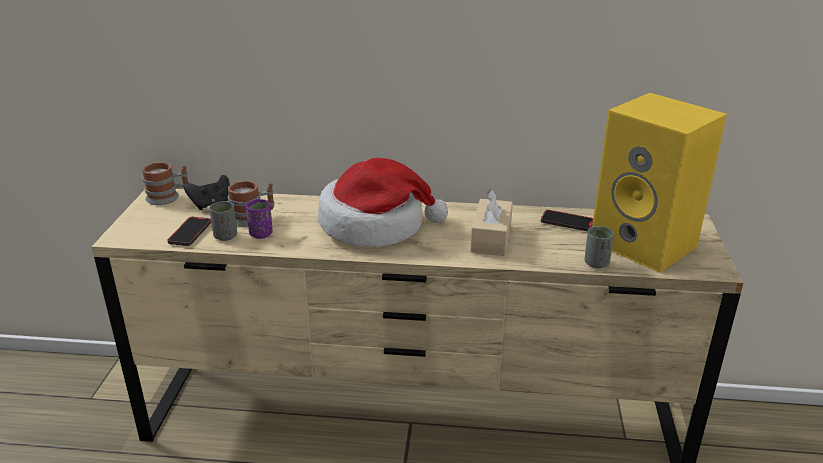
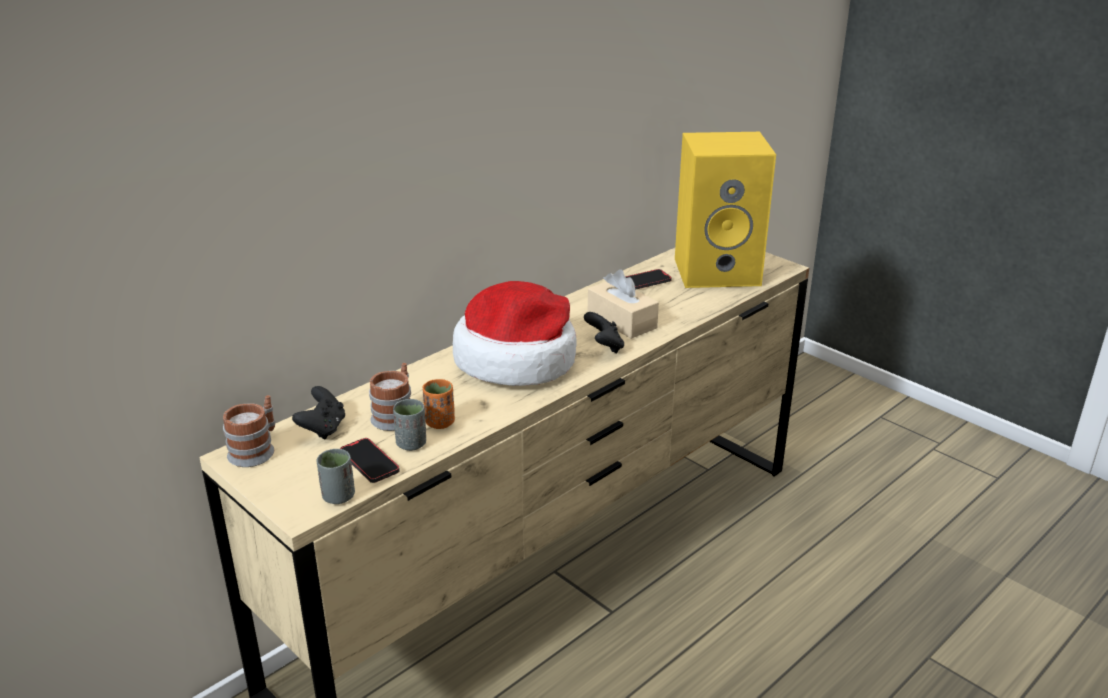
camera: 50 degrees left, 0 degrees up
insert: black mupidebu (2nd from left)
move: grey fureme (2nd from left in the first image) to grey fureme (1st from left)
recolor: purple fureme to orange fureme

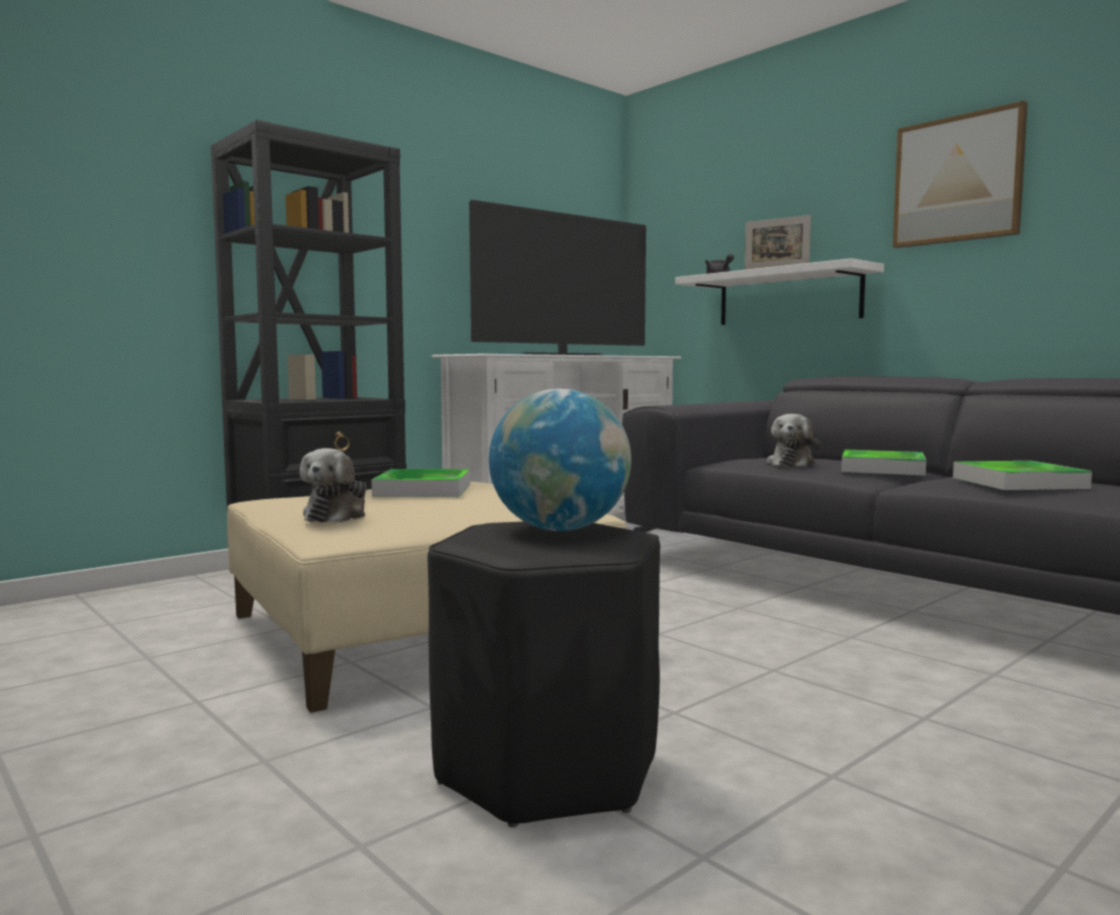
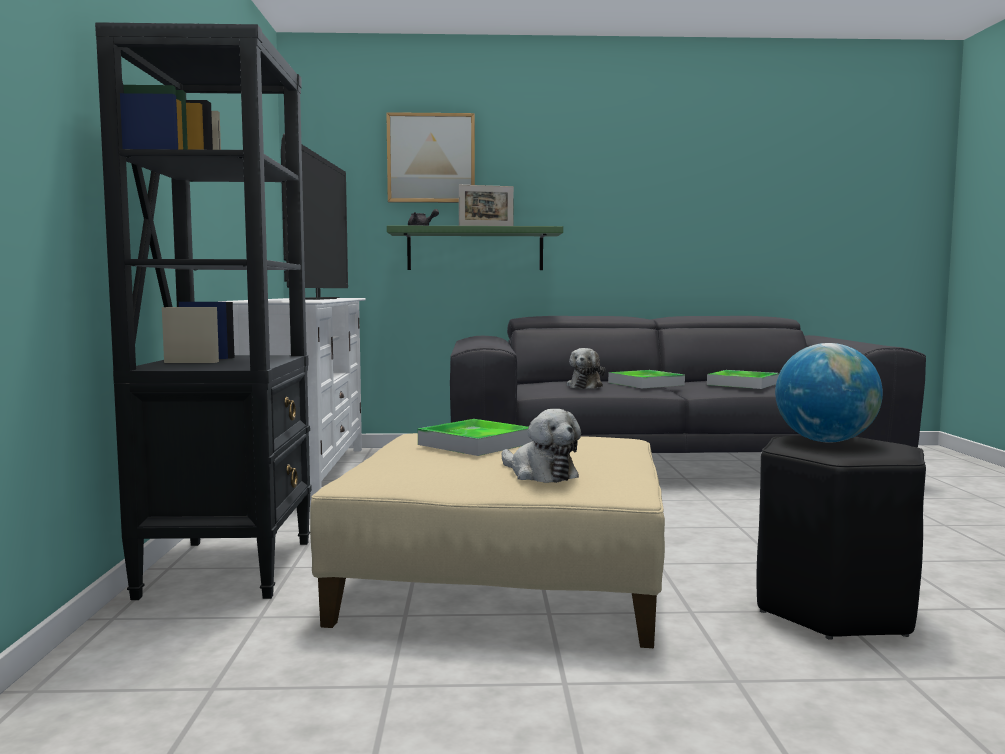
camera: 50 degrees left, 0 degrees up
move: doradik
recolor: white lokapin to green lokapin
rotate: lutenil (2nd from left) 45 degrees clockwise

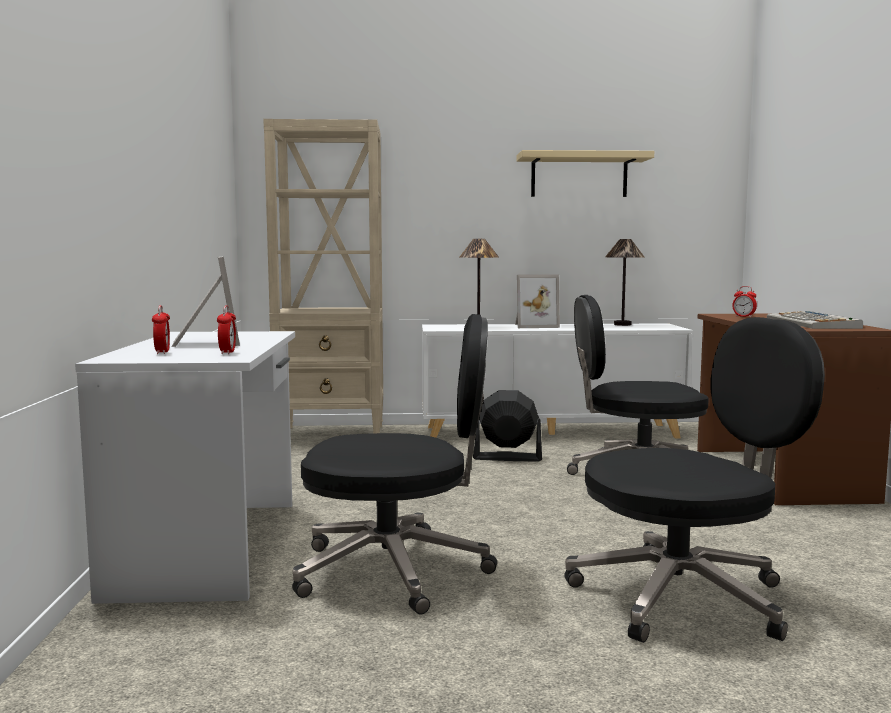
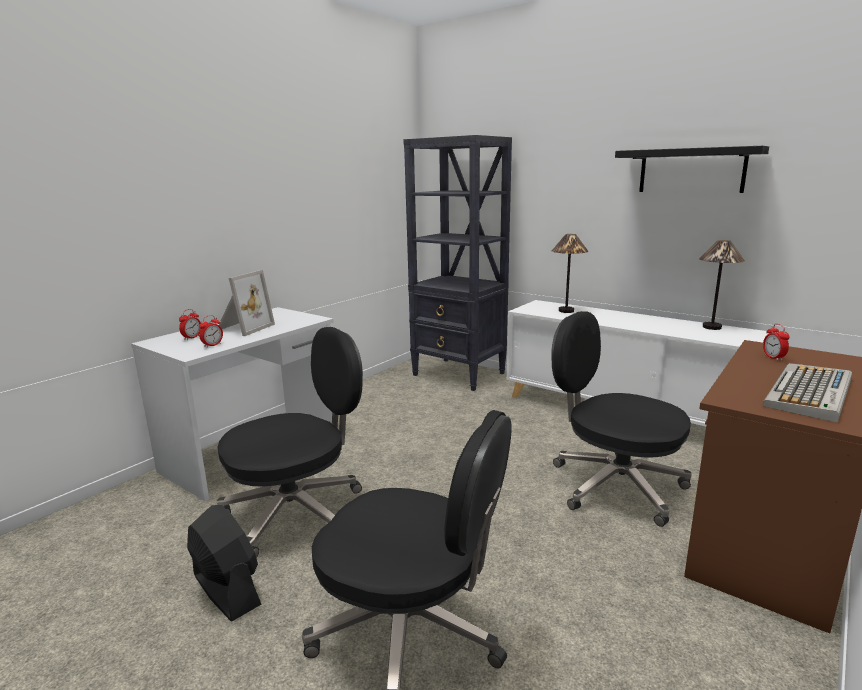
camera: 40 degrees right, 10 degrees up
delete: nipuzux (2nd from left)
move: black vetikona
recolor: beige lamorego to black lamorego; beige lokapin to black lokapin
rotate: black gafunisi (1st from left) 75 degrees counterclockwise

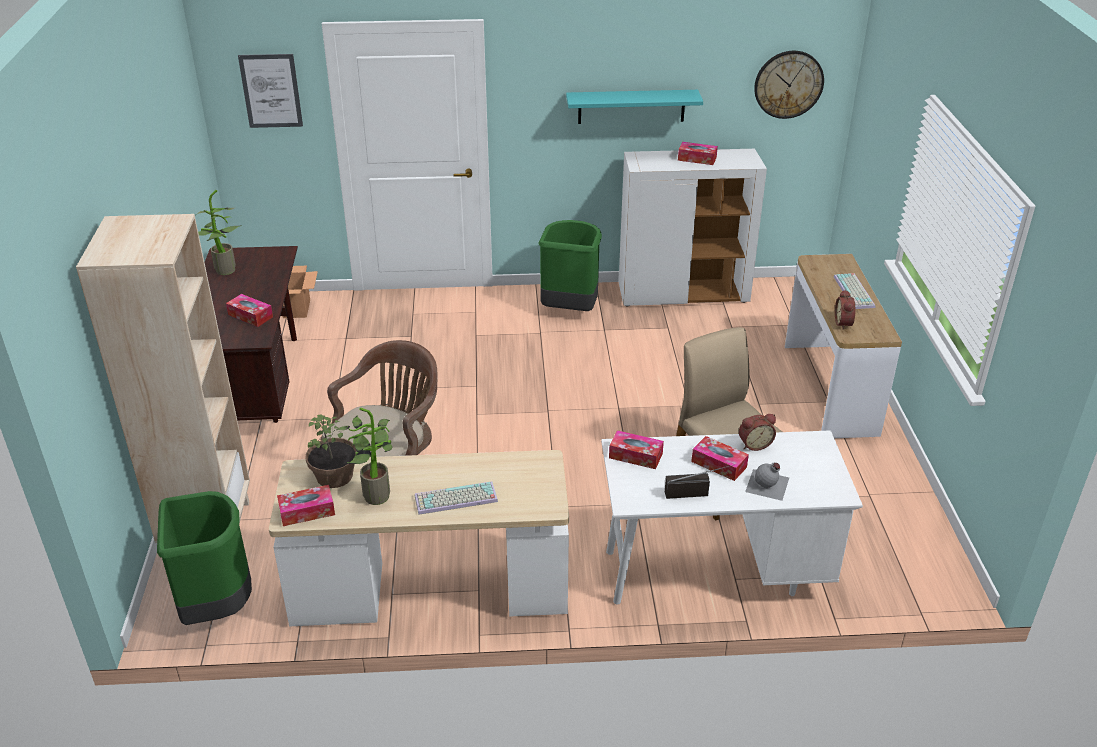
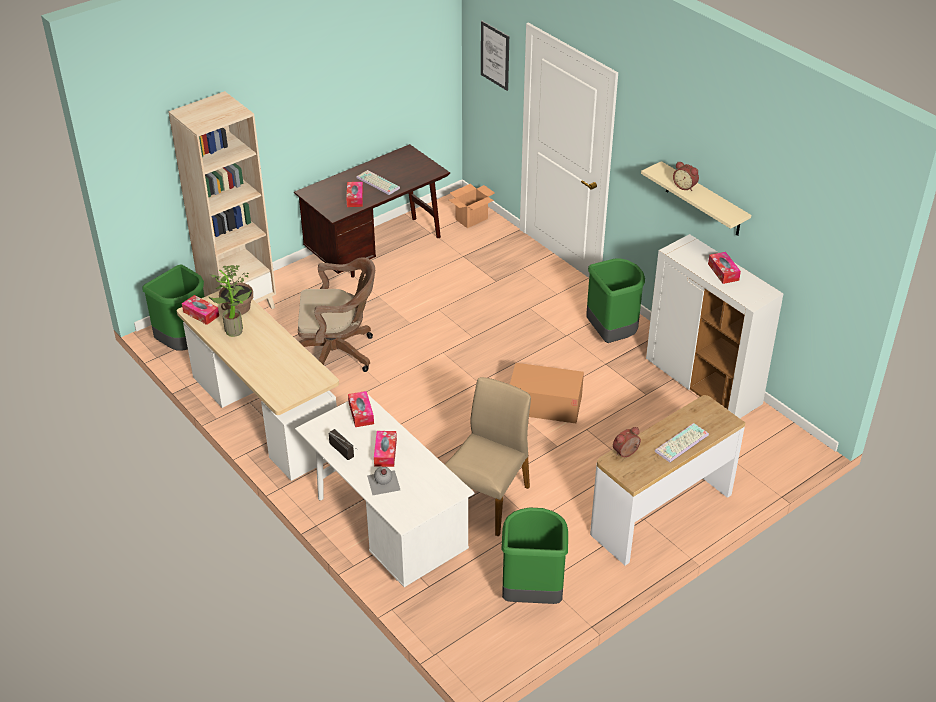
camera: 55 degrees right, 5 degrees up
delete: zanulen (1st from left); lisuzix
insert: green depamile (2nd from left); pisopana (2nd from left)
move: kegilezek (1st from left); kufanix (1st from left in the first image) to kufanix (2nd from left)
recolor: turquoise lokapin to beige lokapin

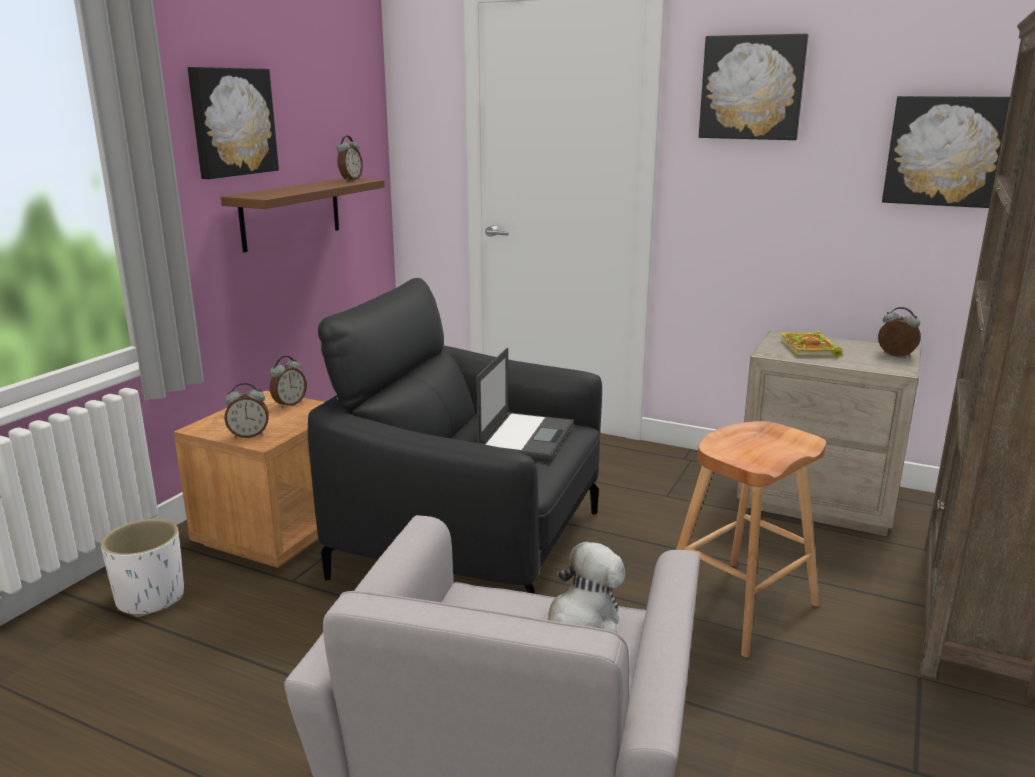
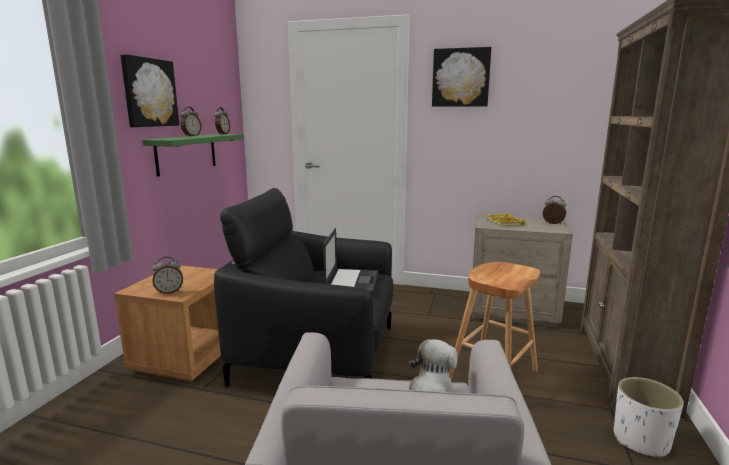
camera: 10 degrees left, 5 degrees down
delete: doradik (3rd from left)
move: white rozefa; kufanix (2nd from left)
recolor: brown lokapin to green lokapin

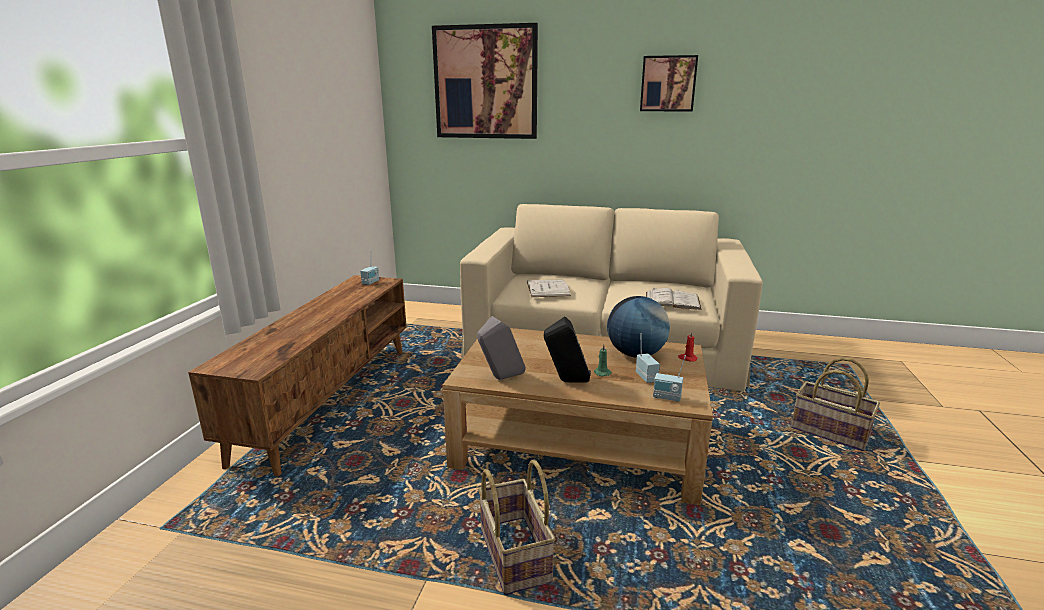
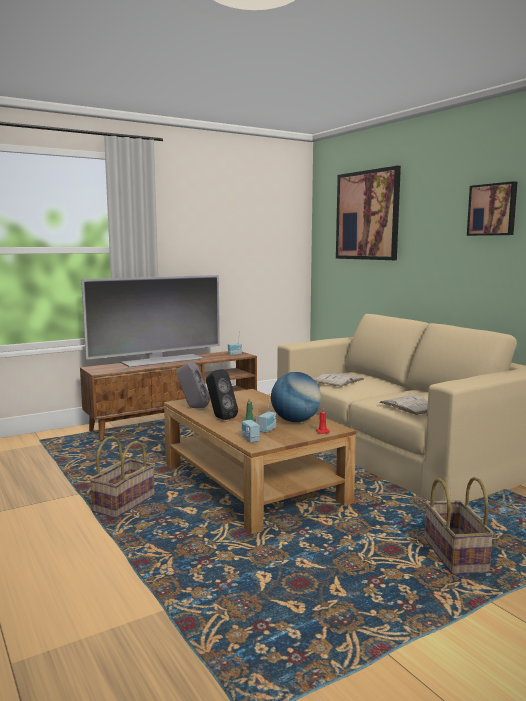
camera: 45 degrees right, 10 degrees down
insert: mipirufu

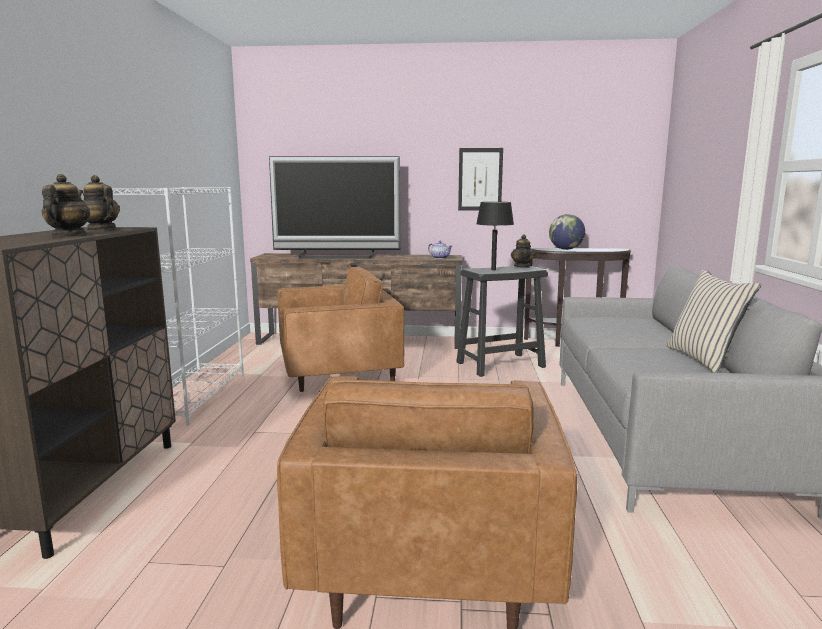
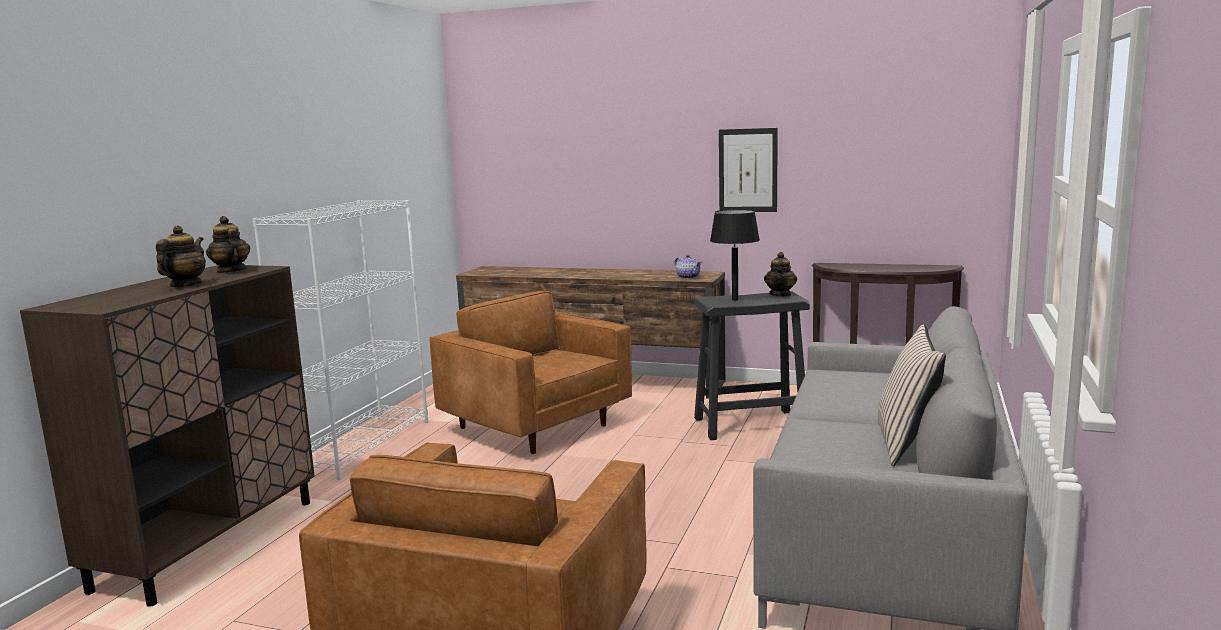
camera: 15 degrees right, 0 degrees up
delete: mipirufu; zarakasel
rotate: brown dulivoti (1st from left in the first image) 135 degrees counterclockwise

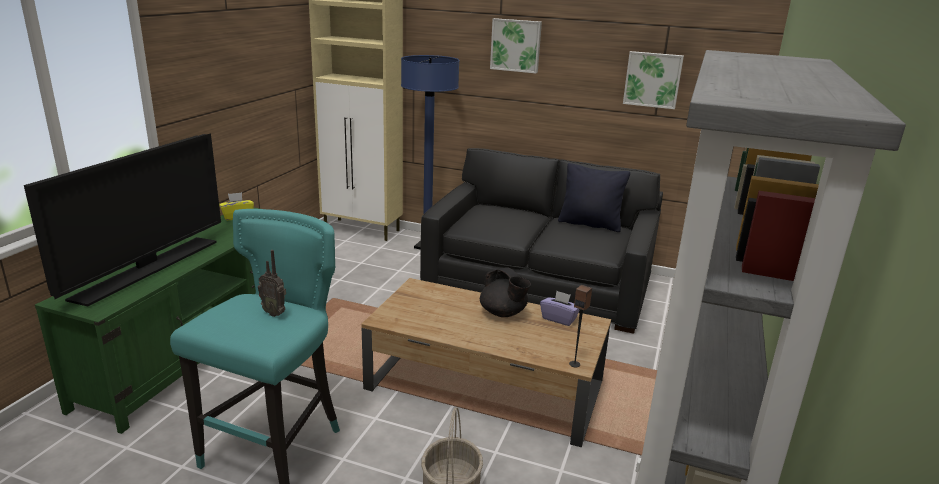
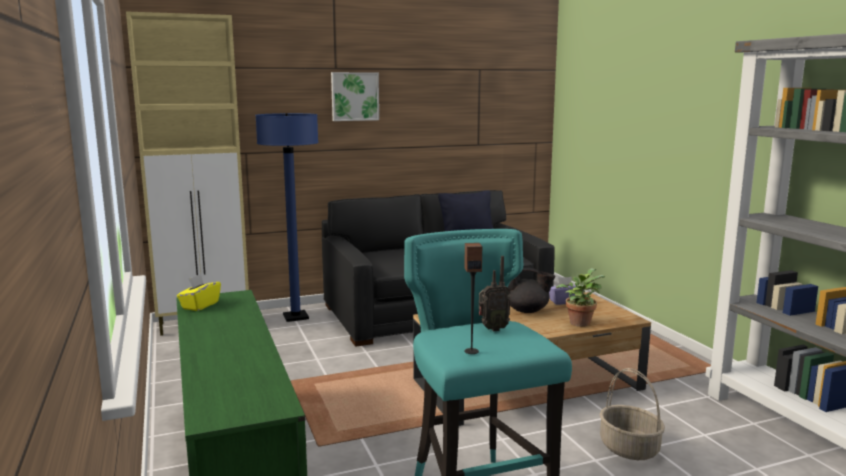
camera: 40 degrees left, 10 degrees down
delete: mipirufu; doradik (2nd from left)
insert: zanulen
move: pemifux

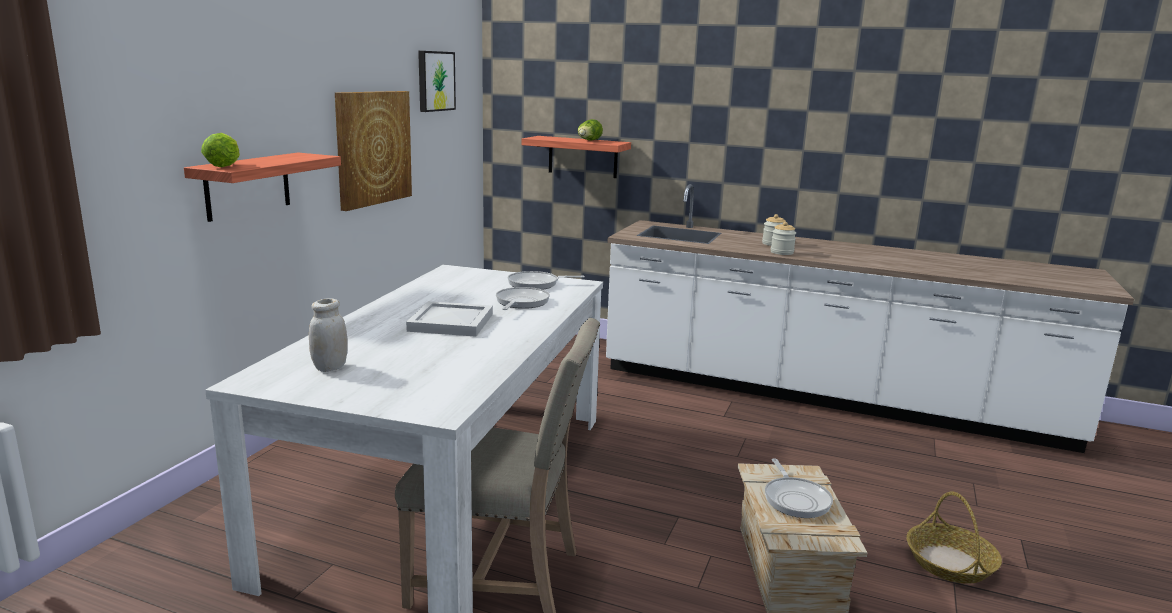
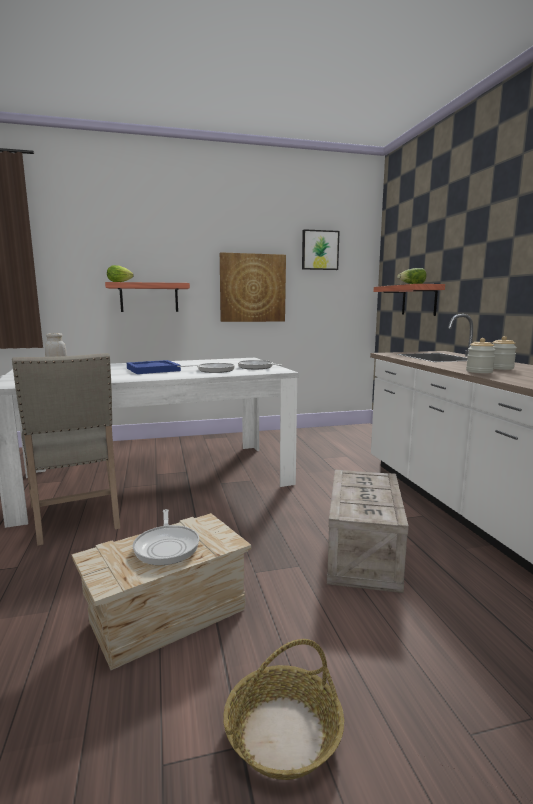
camera: 55 degrees right, 5 degrees down
insert: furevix (2nd from left)
recolor: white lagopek to blue lagopek
rotate: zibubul (3rd from left in the first image) 60 degrees counterclockwise

